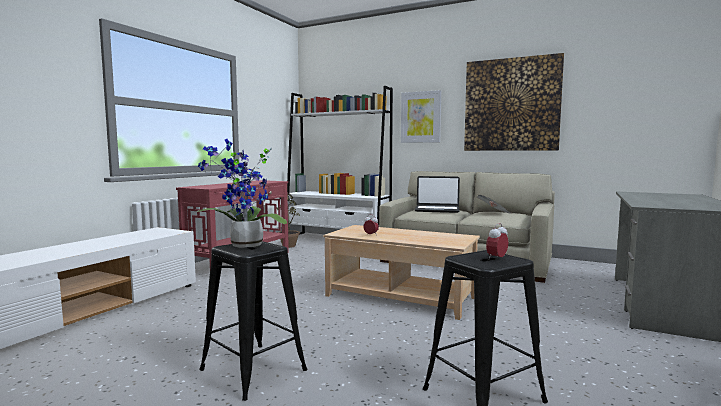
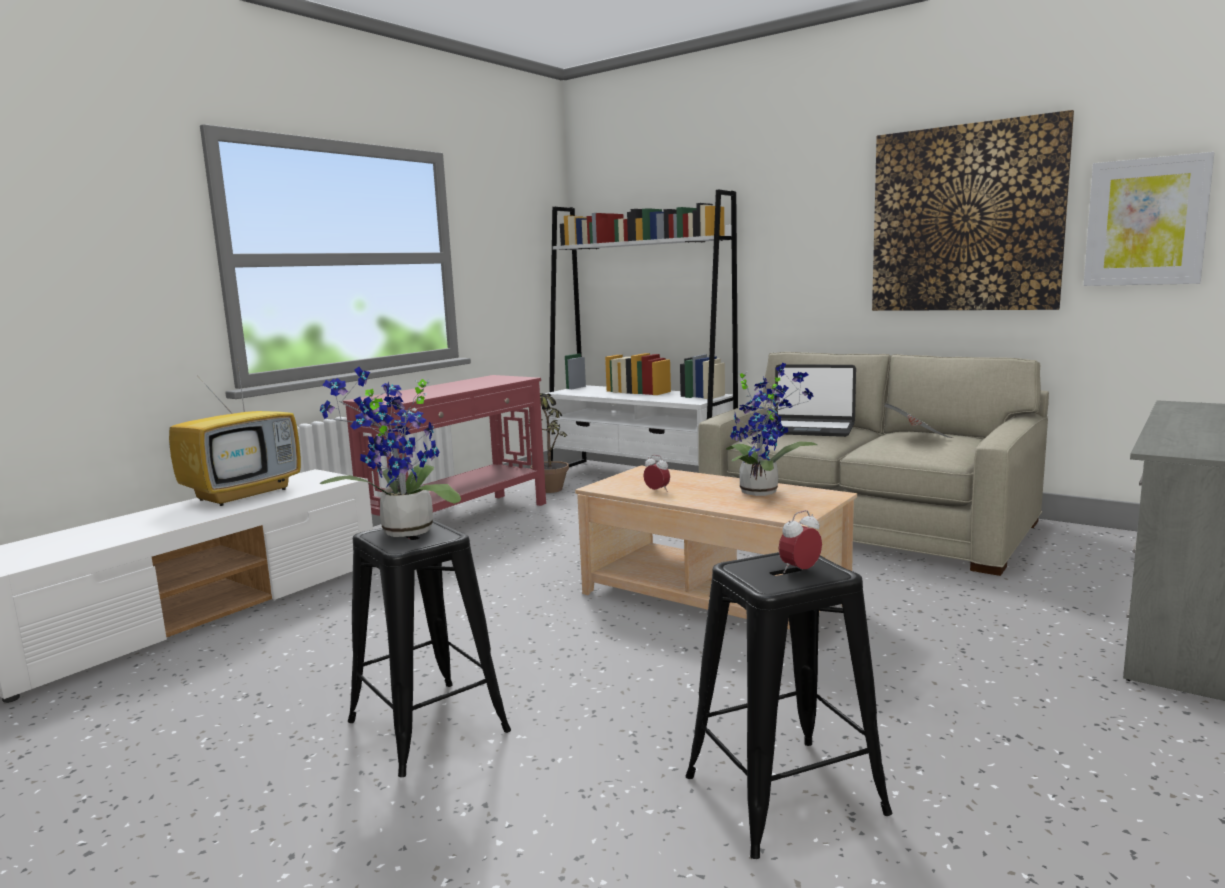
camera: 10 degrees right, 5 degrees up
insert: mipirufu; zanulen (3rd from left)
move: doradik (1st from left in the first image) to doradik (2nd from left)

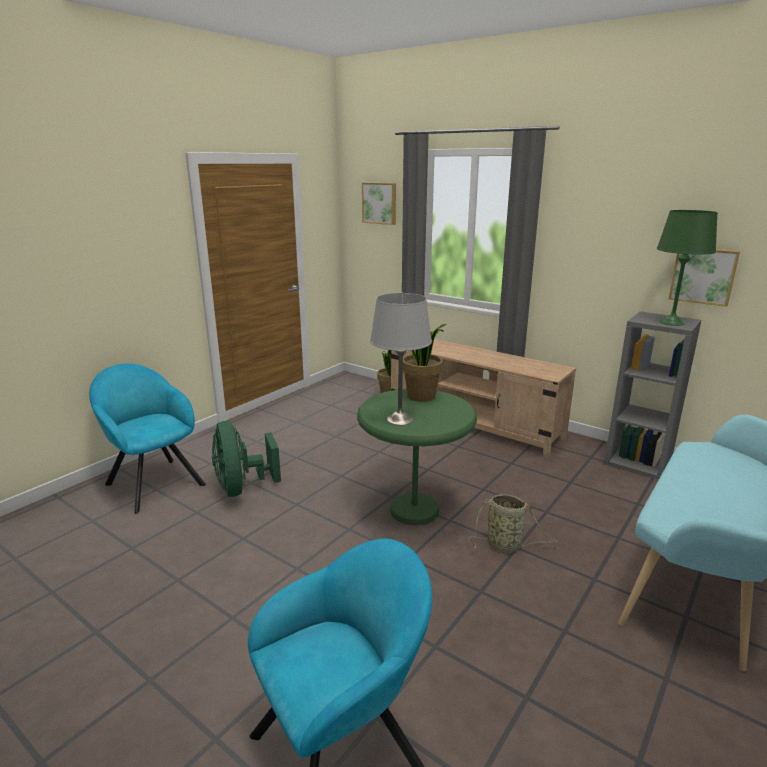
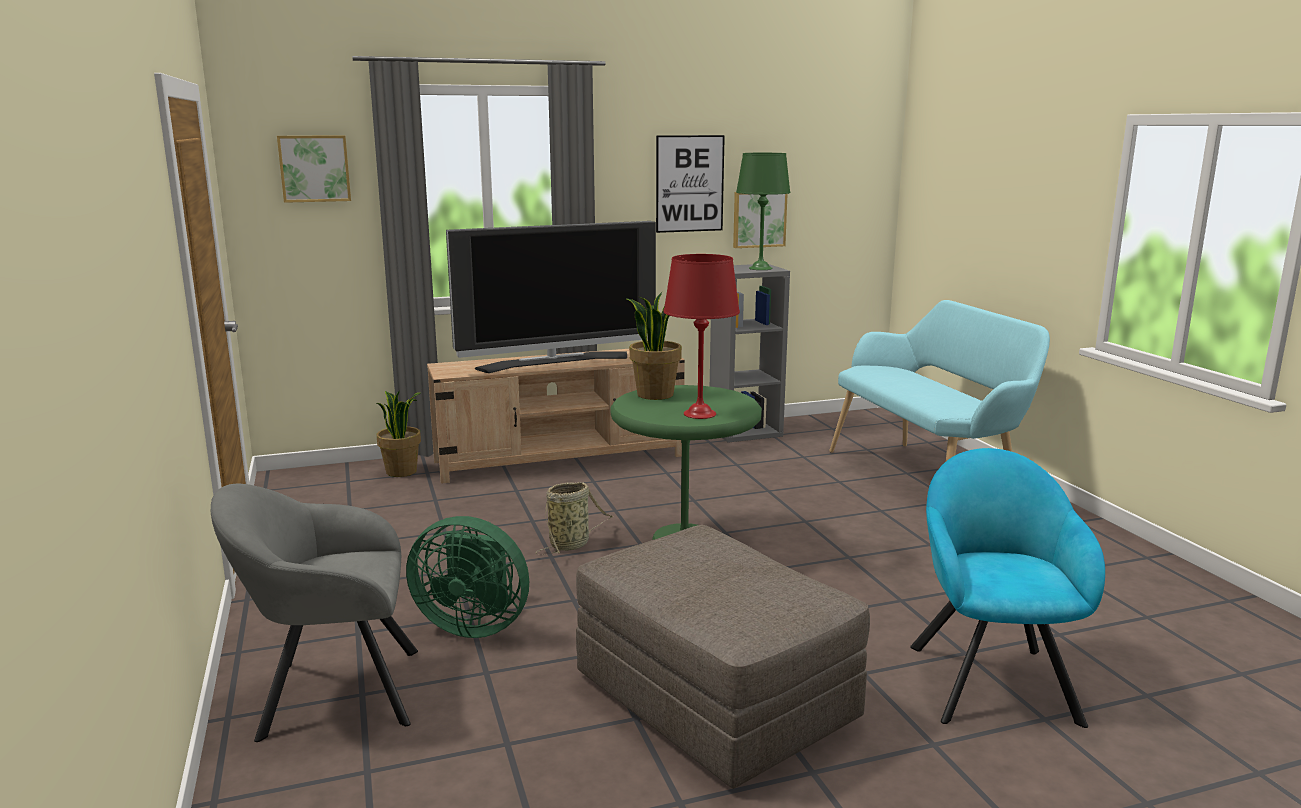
camera: 55 degrees left, 5 degrees down
insert: mipirufu; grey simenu; doradik (2nd from left)
move: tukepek
recolor: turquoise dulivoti (1st from left) to grey dulivoti; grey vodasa to red vodasa

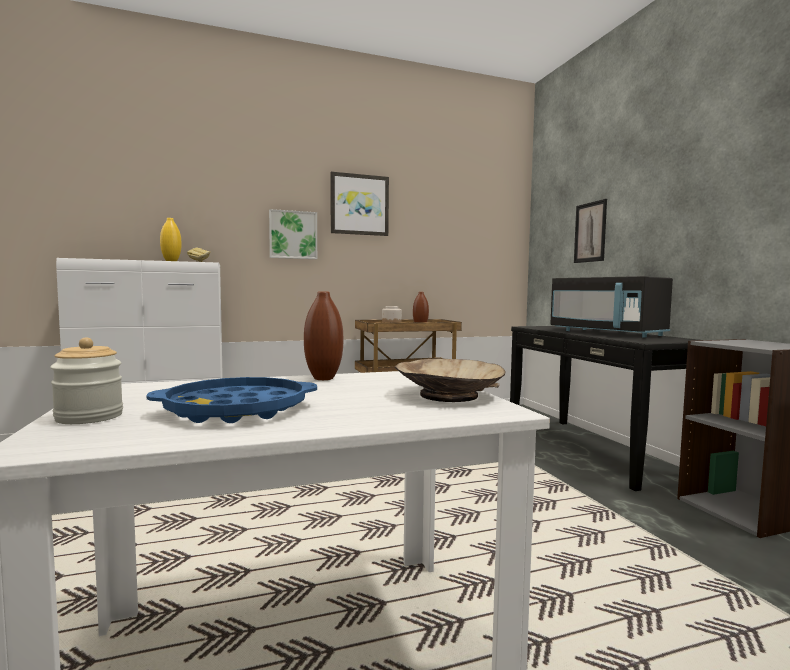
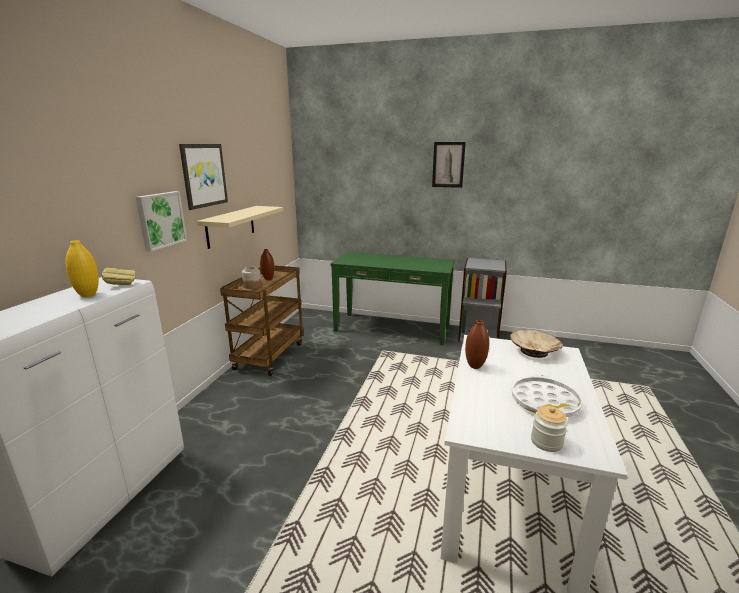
camera: 55 degrees left, 15 degrees up
delete: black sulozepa
insert: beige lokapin
move: doradik (3rd from left)
recolor: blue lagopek to white lagopek; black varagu to green varagu

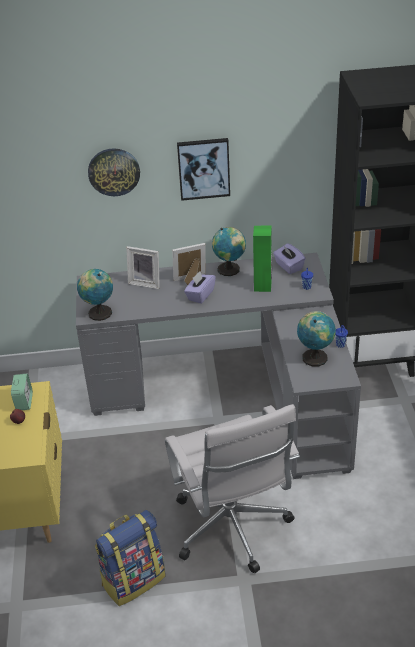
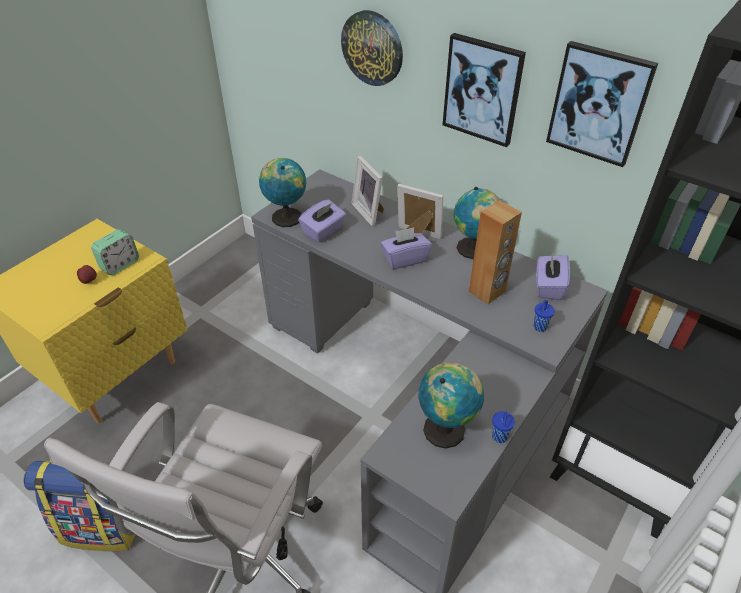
camera: 40 degrees right, 5 degrees up
insert: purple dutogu (1st from left); doradik (2nd from left)
recolor: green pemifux to brown pemifux

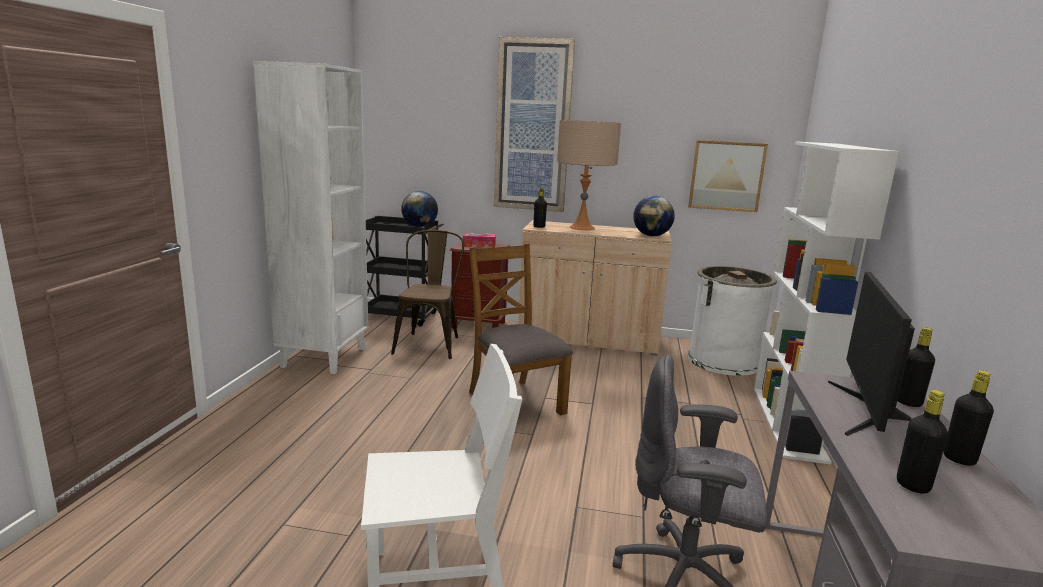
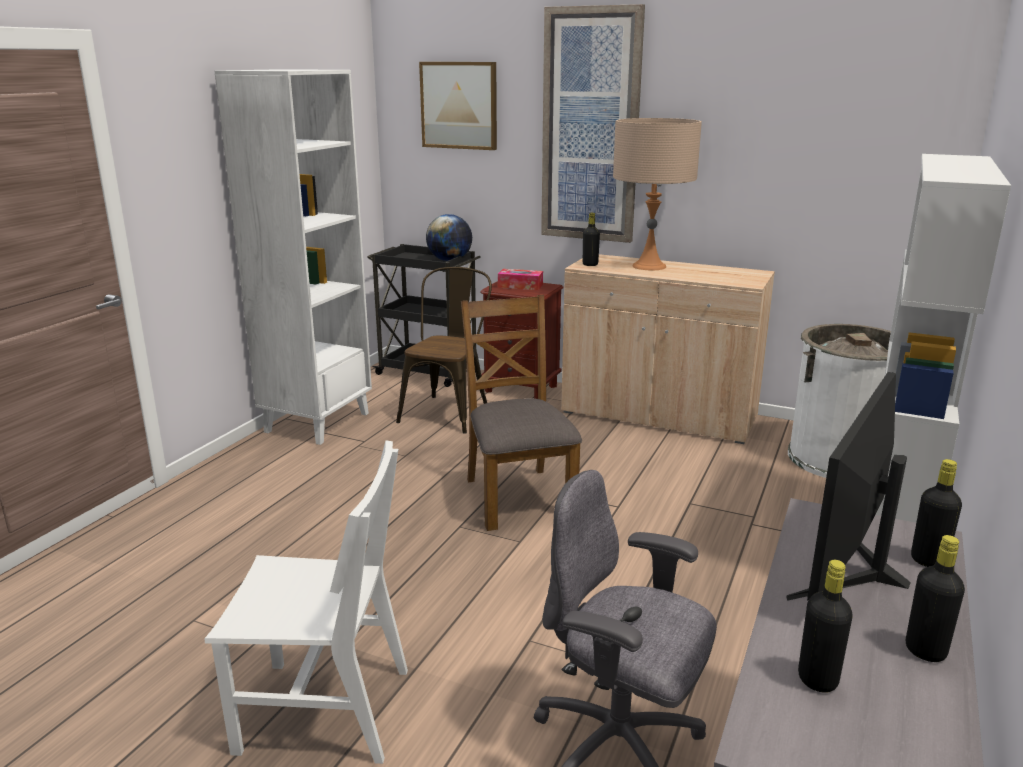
camera: 15 degrees right, 5 degrees up
delete: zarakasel (2nd from left)
move: doradik (2nd from left in the first image) to doradik (1st from left)

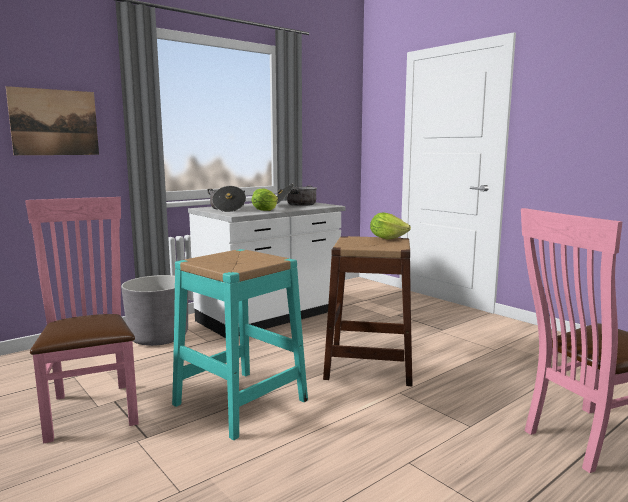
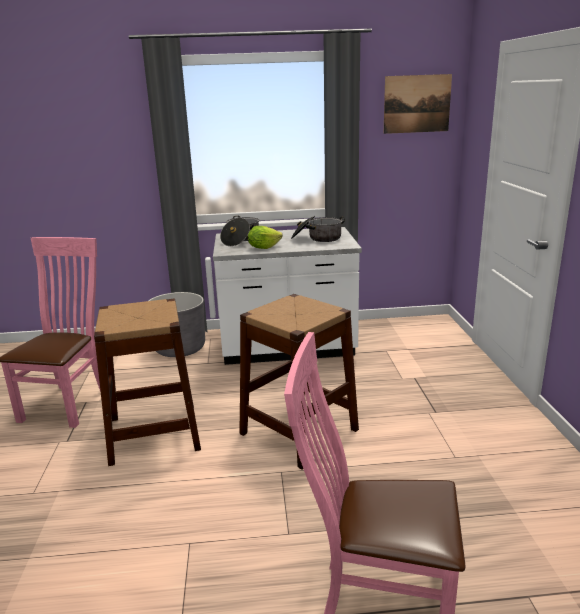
camera: 35 degrees right, 10 degrees up
delete: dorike (2nd from left)
move: doradik
recolor: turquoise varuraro to brown varuraro (1st from left)

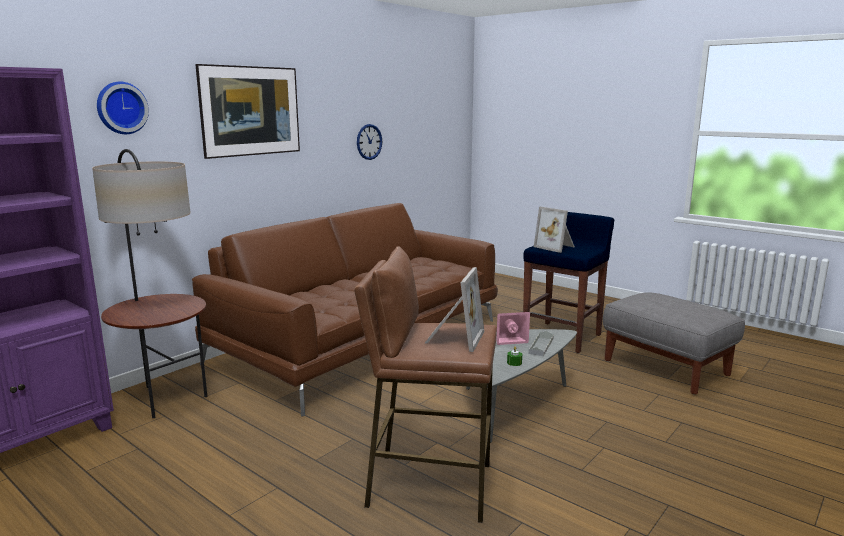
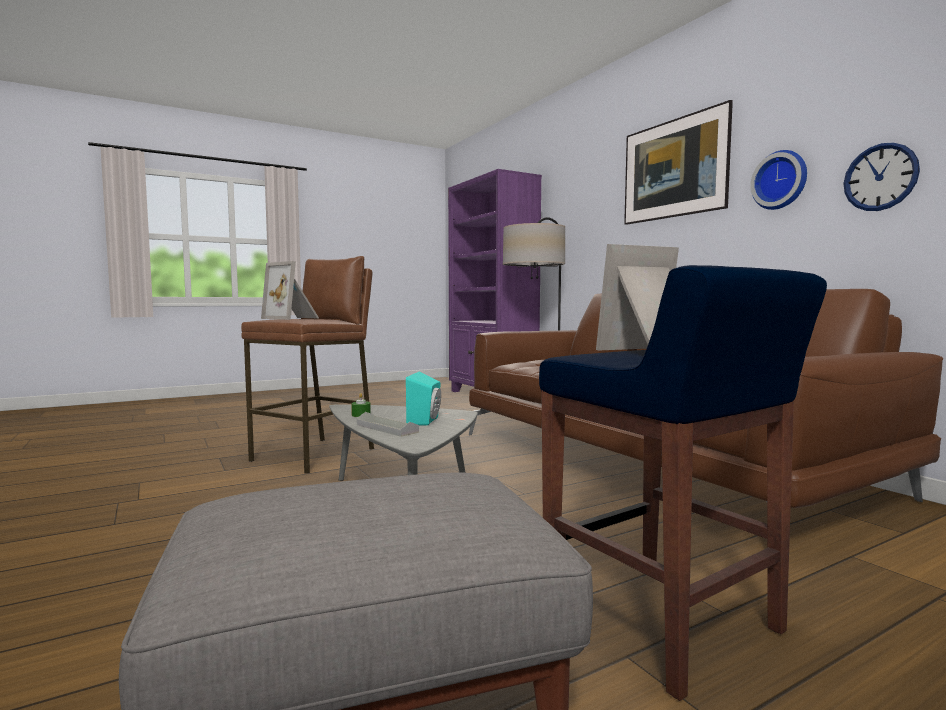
camera: 110 degrees right, 10 degrees down
move: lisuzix (1st from left)
recolor: pink pemifux to turquoise pemifux

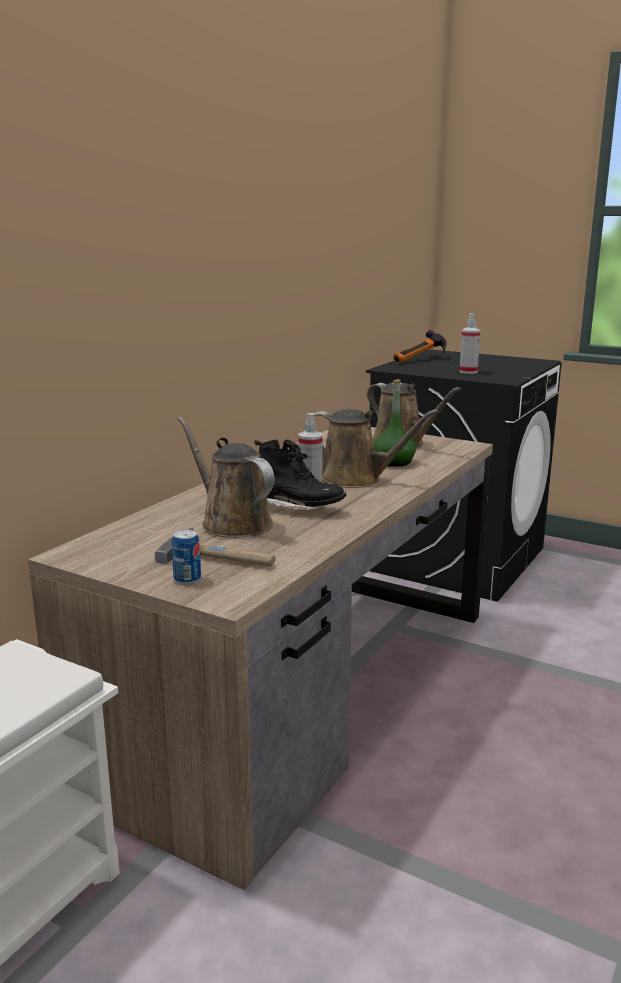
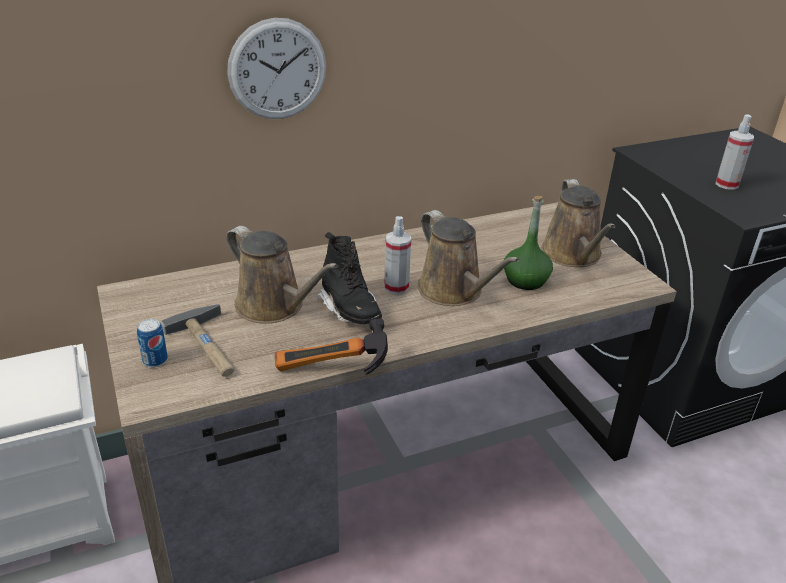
camera: 35 degrees right, 15 degrees up
insert: lisuzix
move: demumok (2nd from left)
rotate: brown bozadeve (1st from left) 135 degrees clockwise

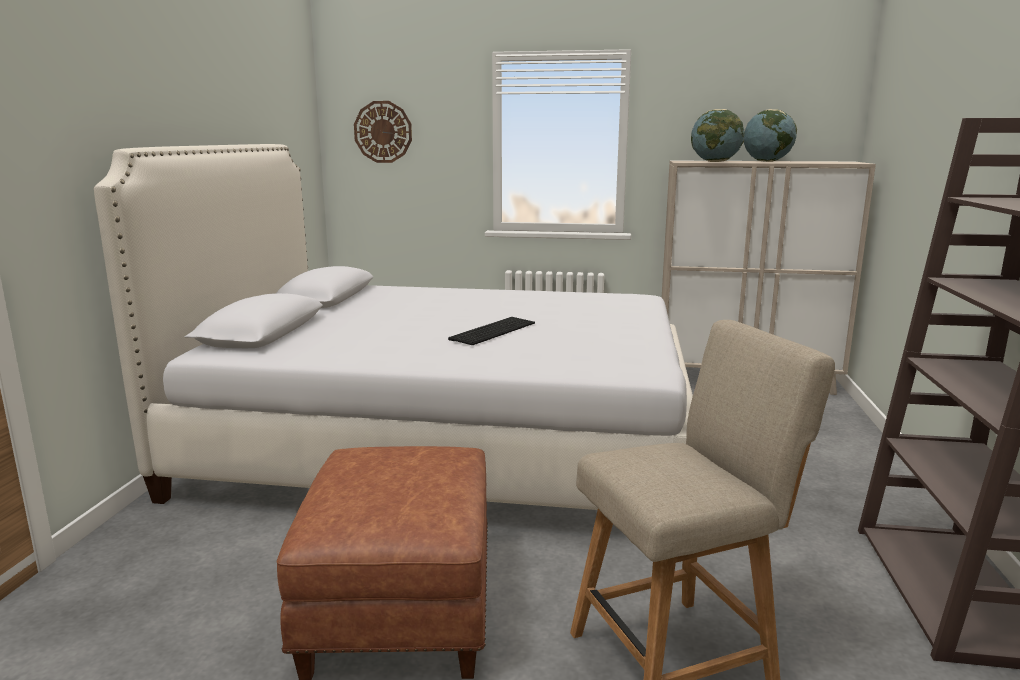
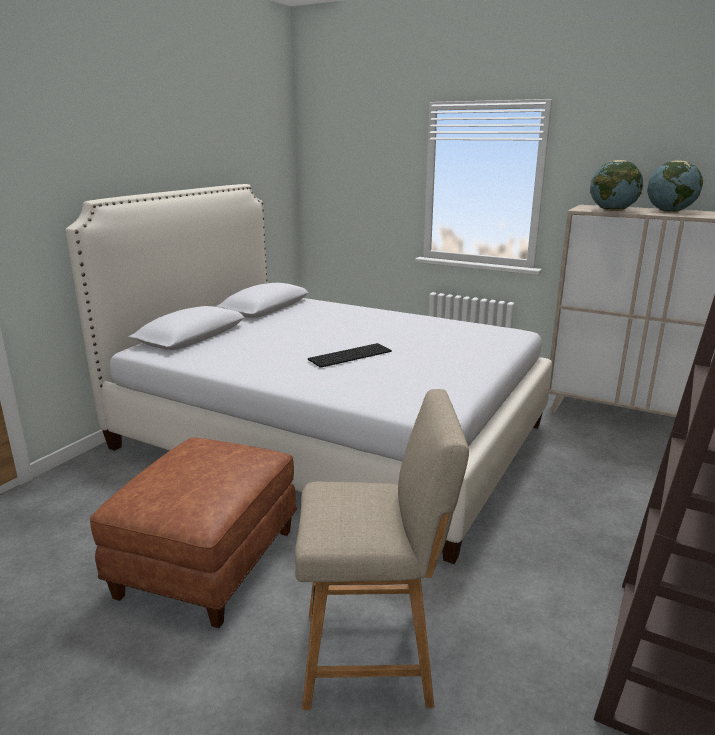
camera: 20 degrees right, 5 degrees up
delete: lisuzix

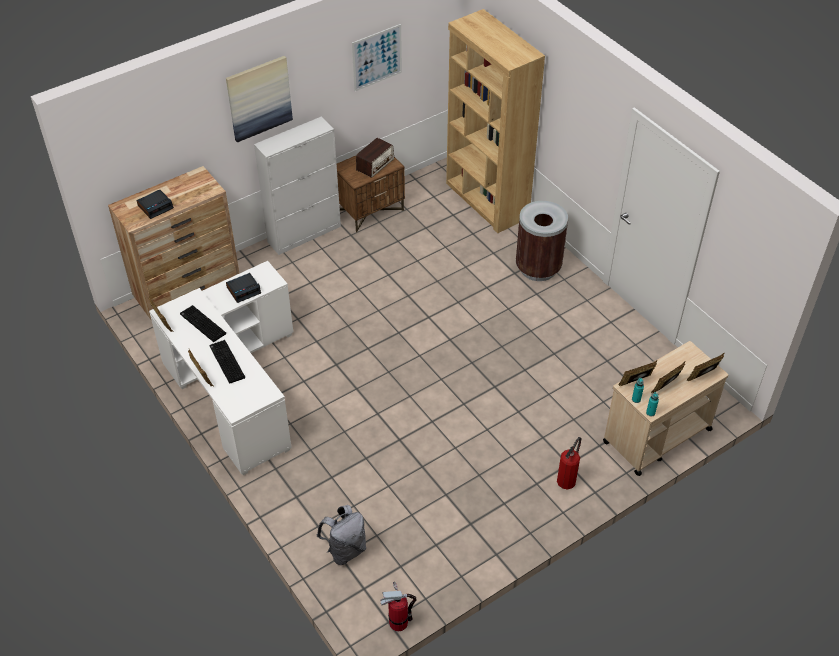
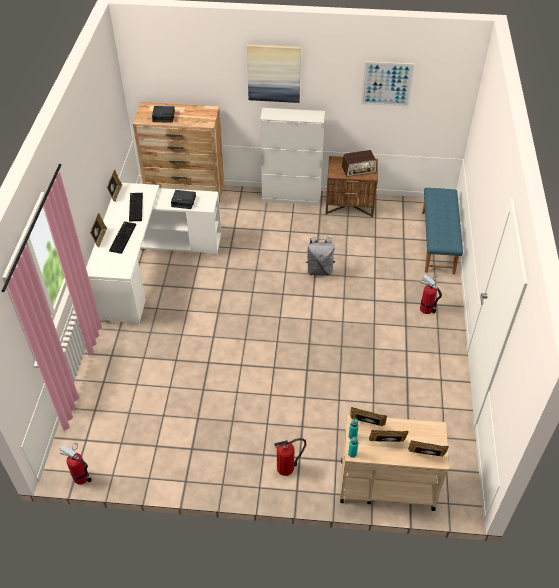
camera: 40 degrees right, 0 degrees up
move: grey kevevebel
replace: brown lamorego to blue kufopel; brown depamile to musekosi (3rd from left)

